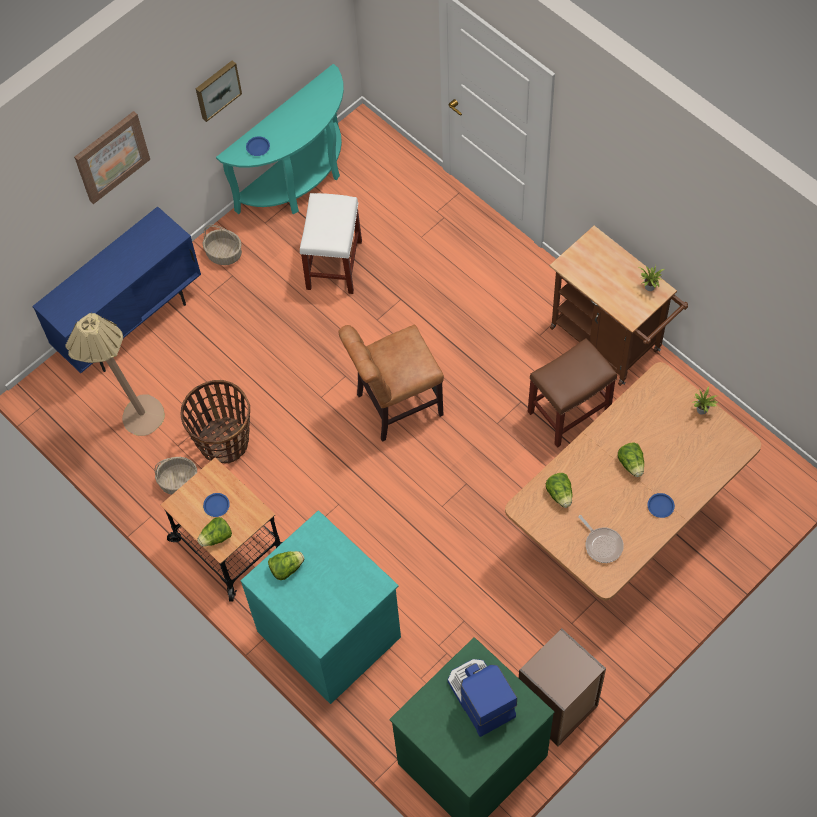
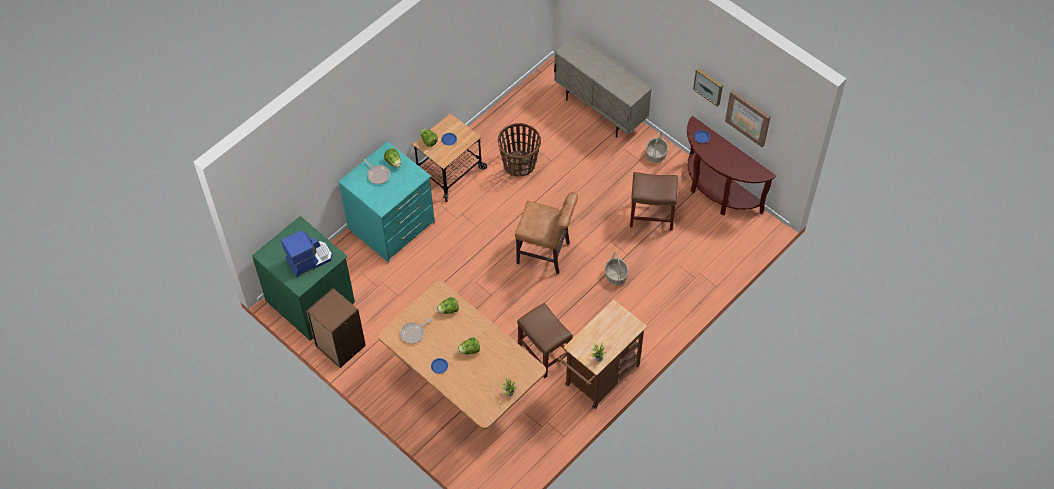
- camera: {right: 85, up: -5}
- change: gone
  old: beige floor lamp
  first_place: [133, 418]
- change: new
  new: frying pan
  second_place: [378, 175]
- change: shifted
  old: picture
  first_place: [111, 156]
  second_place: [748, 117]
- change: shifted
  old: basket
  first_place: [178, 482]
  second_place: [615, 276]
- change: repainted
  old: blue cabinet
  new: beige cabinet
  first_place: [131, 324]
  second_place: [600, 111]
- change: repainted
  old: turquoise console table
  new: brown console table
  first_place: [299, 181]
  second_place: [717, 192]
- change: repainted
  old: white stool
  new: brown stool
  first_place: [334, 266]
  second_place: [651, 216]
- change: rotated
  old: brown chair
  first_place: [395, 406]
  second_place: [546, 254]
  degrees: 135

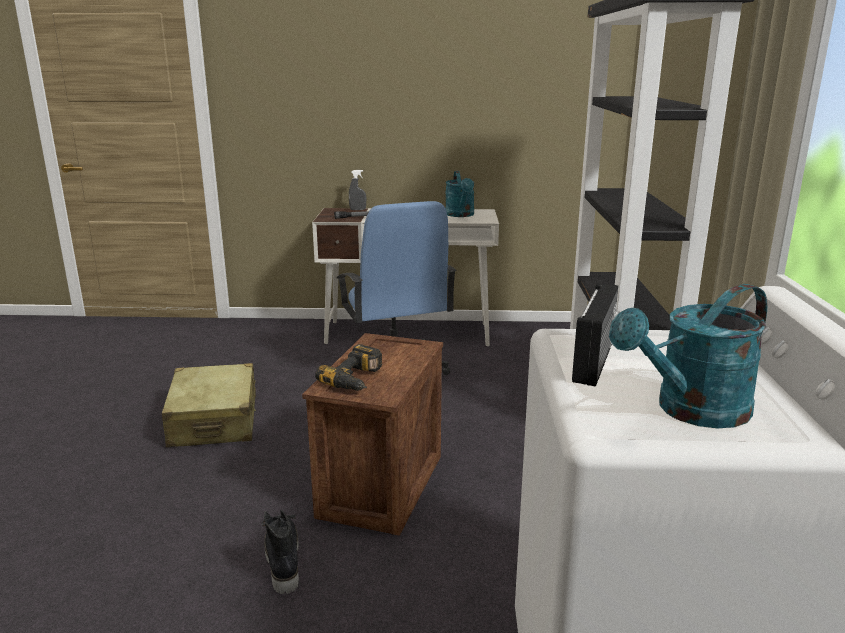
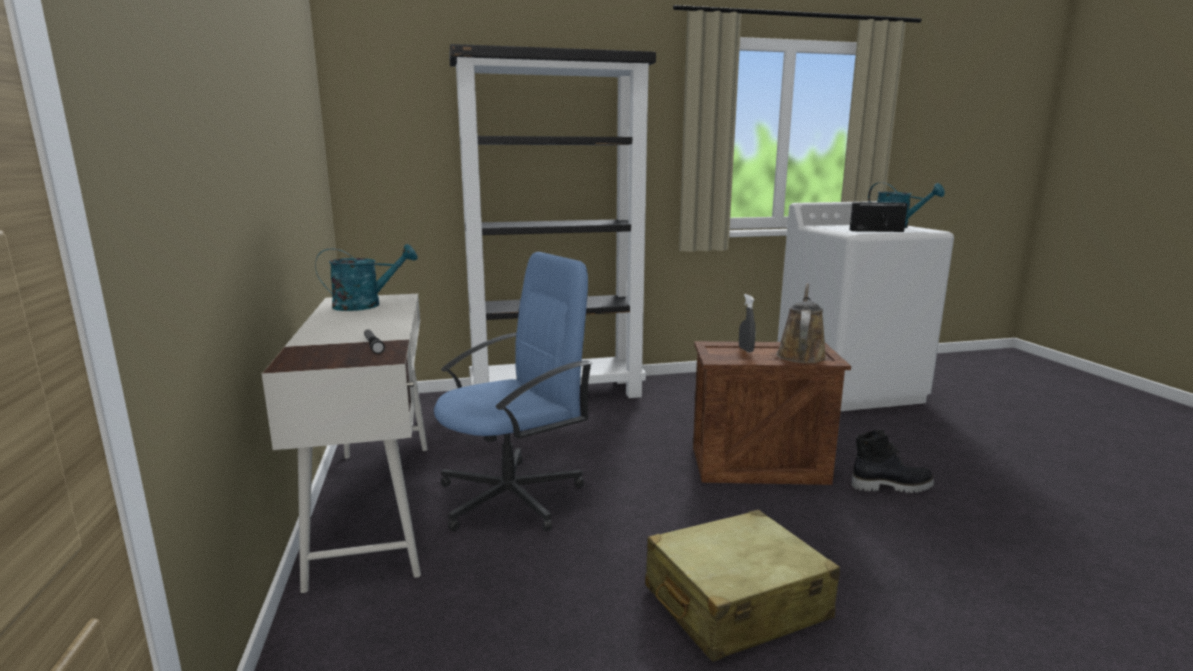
- camera: {right: -105, up: -5}
- change: shifted
  old: grey spray bottle
  first_place: [357, 209]
  second_place: [746, 350]
- change: swapped
  old: power drill
  new: brown watering can
  first_place: [357, 379]
  second_place: [801, 354]
- change: rotated
  old: black boot
  first_place: [282, 560]
  second_place: [890, 486]
  degrees: -150

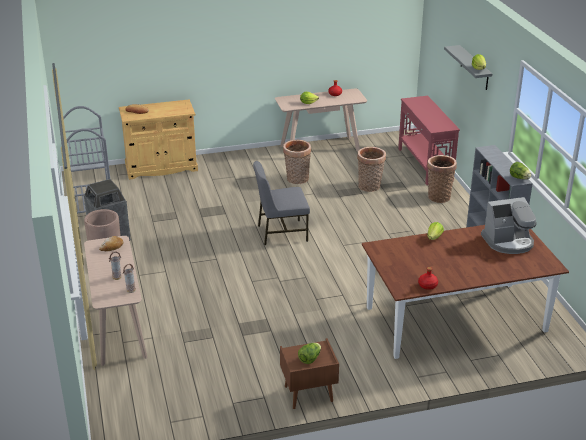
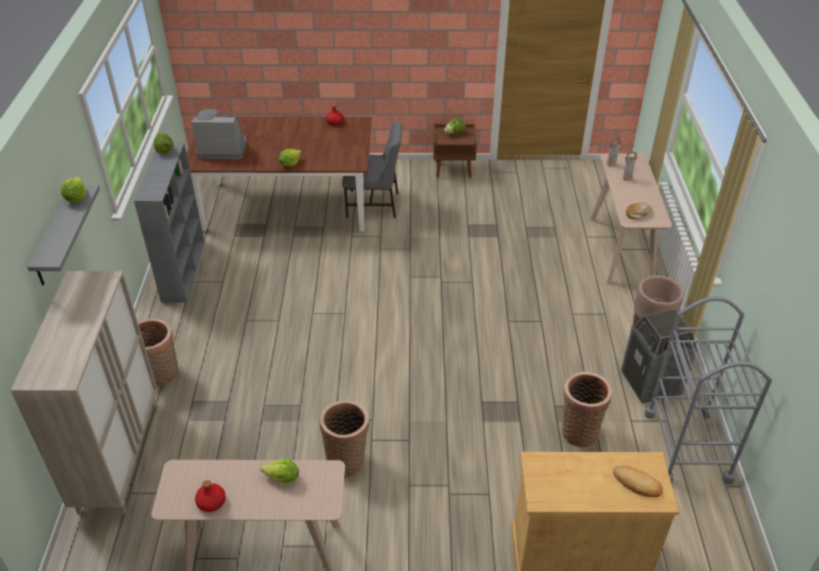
- camera: {right: -165, up: 10}
- change: shifted
  old: grey chair
  first_place: [281, 233]
  second_place: [374, 204]
- change: shifted
  old: basket
  first_place: [370, 187]
  second_place: [579, 430]
- change: swapped
  old: red console table
  new: beige cabinet
  first_place: [424, 165]
  second_place: [119, 455]

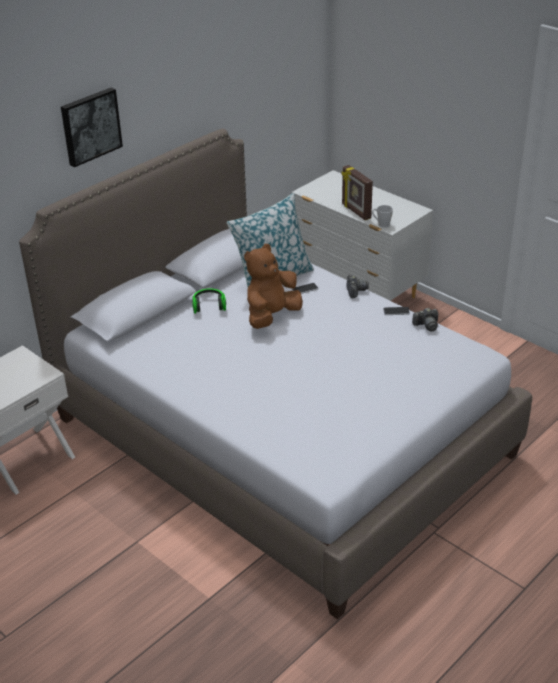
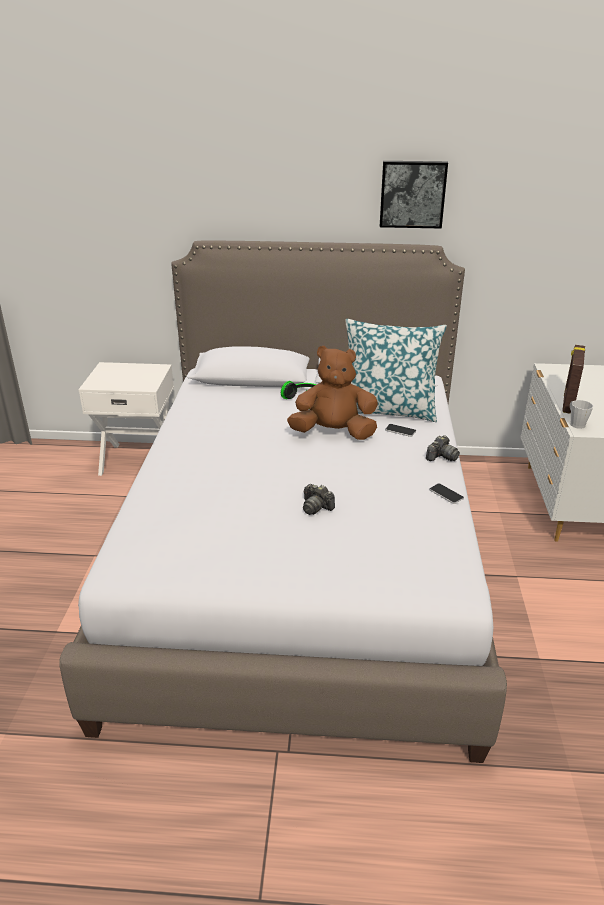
- camera: {right: 50, up: -5}
- change: shifted
  old: picture
  first_place: [90, 126]
  second_place: [412, 194]
- change: shifted
  old: photo camera
  first_place: [426, 325]
  second_place: [316, 507]

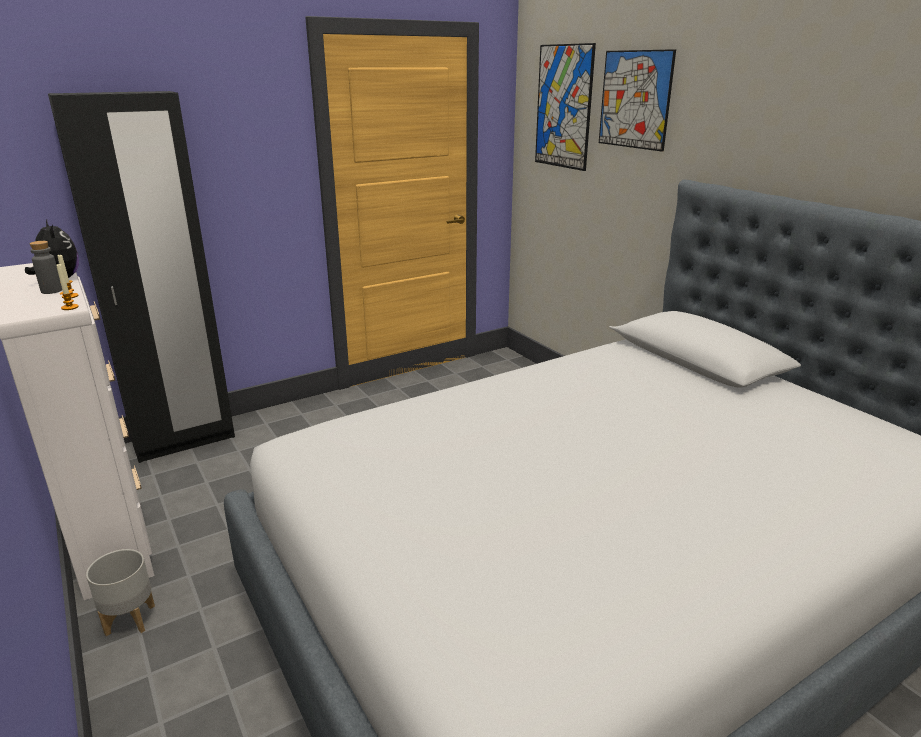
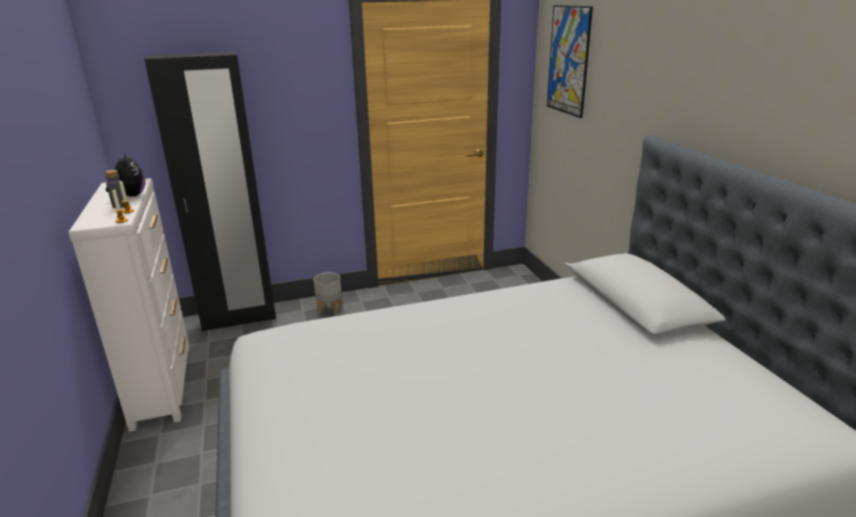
- camera: {right: 15, up: 0}
- change: gone
  old: picture
  first_place: [635, 99]
- change: shifted
  old: grey planter
  first_place: [131, 620]
  second_place: [330, 309]

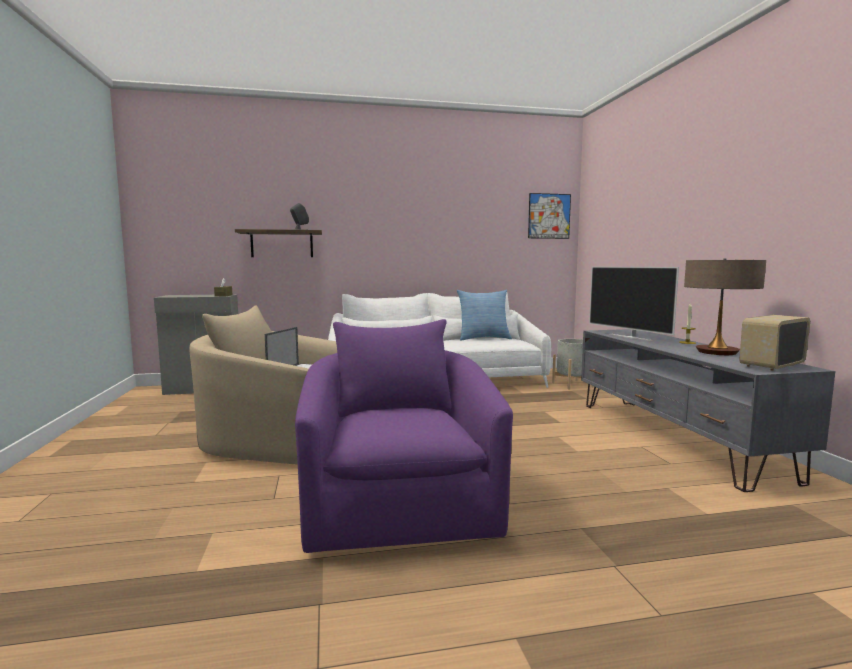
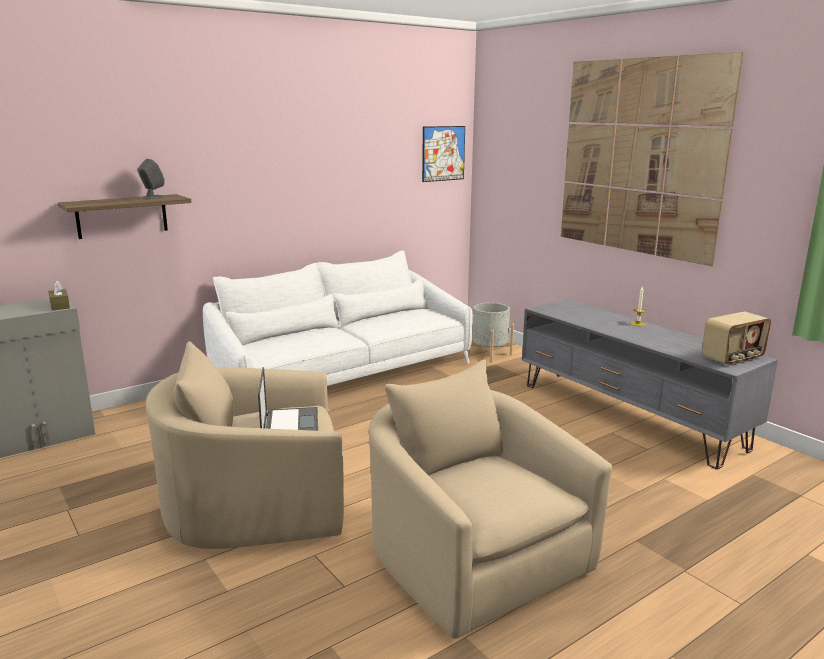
- camera: {right: -25, up: 10}
- change: gone
  old: pillow
  first_place: [483, 338]
- change: gone
  old: television
  first_place: [630, 337]
- change: gone
  old: table lamp
  first_place: [717, 352]
- change: new
  new: picture
  second_place: [640, 157]
- change: repainted
  old: purple armchair
  new: beige armchair
  first_place: [399, 504]
  second_place: [472, 557]
- change: rotated
  old: radio
  first_place: [771, 366]
  second_place: [733, 359]
  degrees: -150

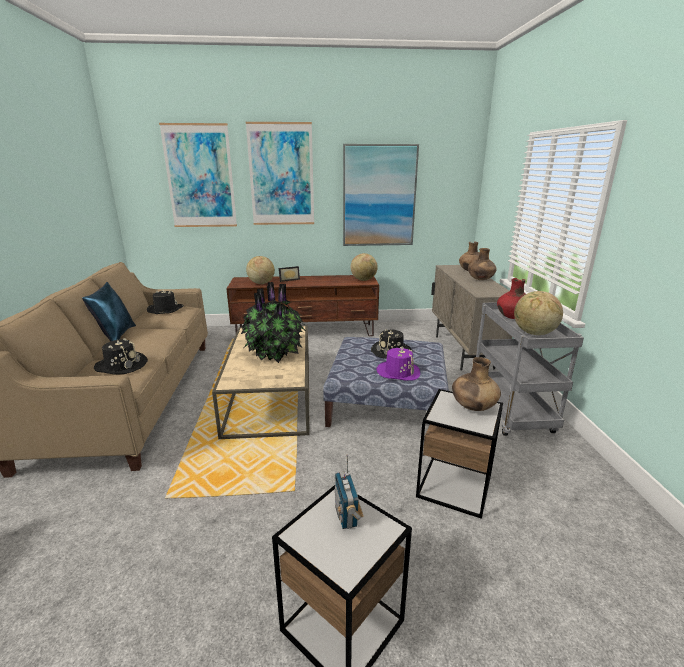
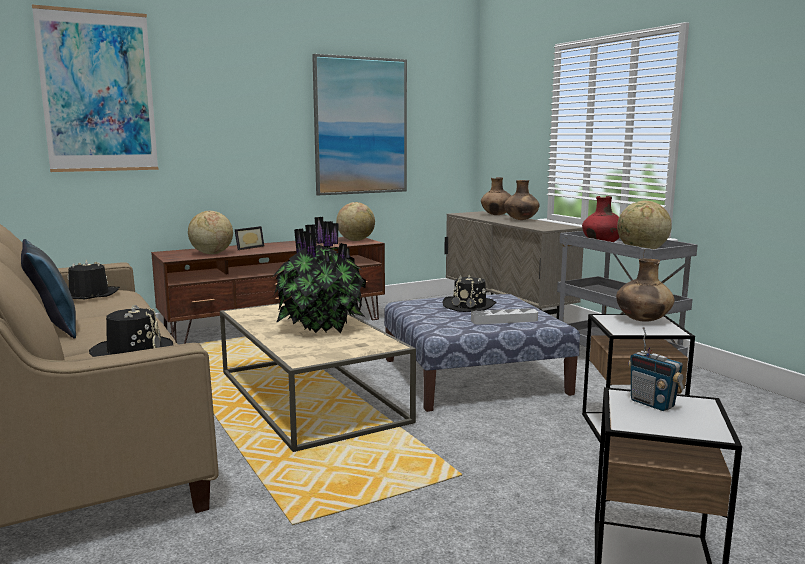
- camera: {right: -25, up: -10}
- change: gone
  old: picture
  first_place: [281, 175]
- change: swapped
  old: purple hat
  new: grey tray
  first_place: [398, 372]
  second_place: [504, 320]

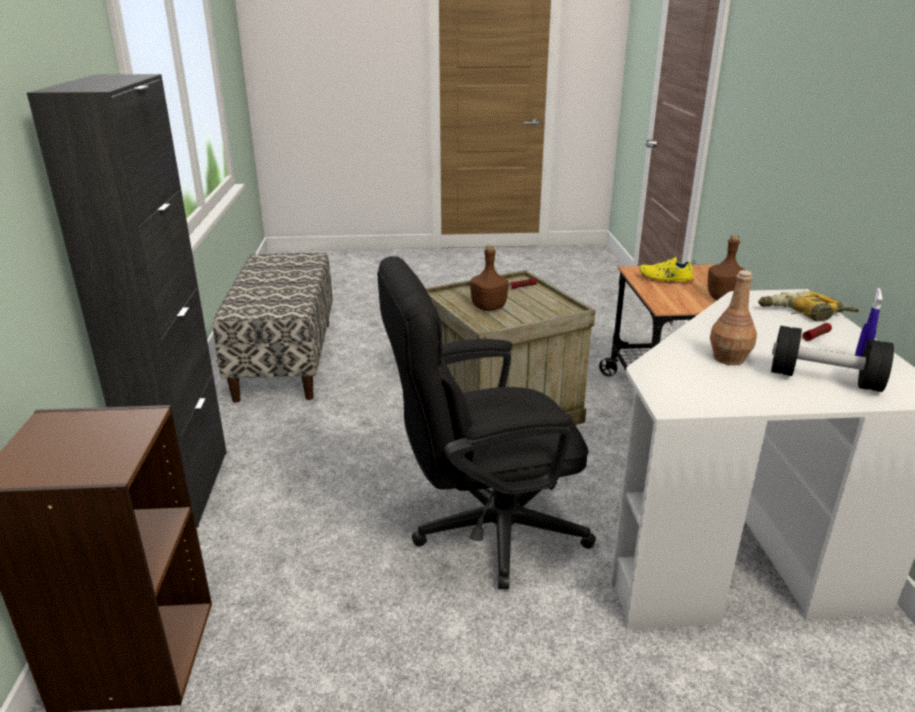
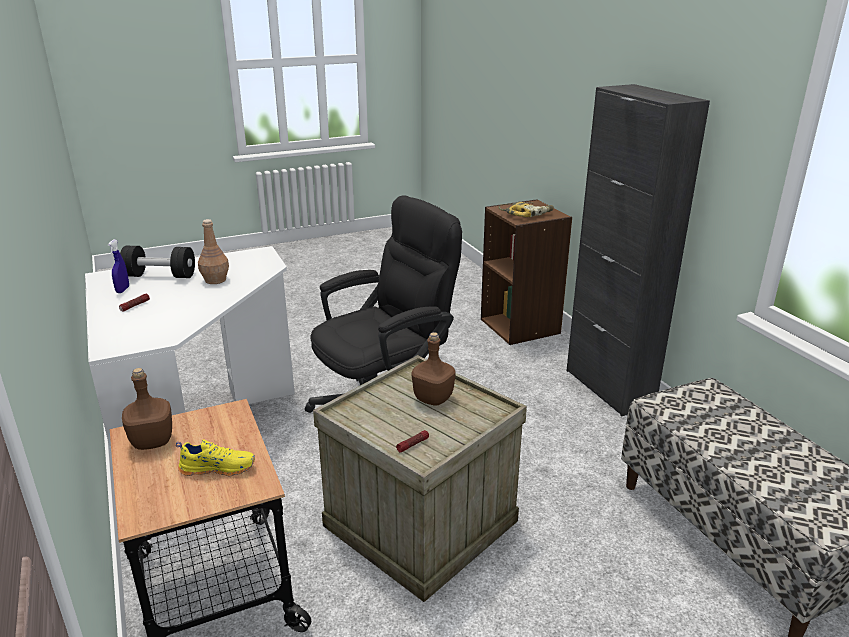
- camera: {right: 160, up: 0}
- change: shifted
  old: power drill
  first_place: [803, 314]
  second_place: [526, 214]

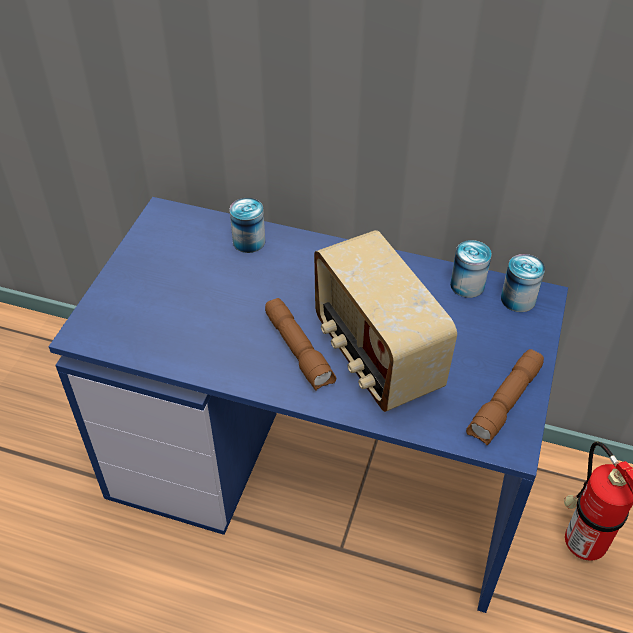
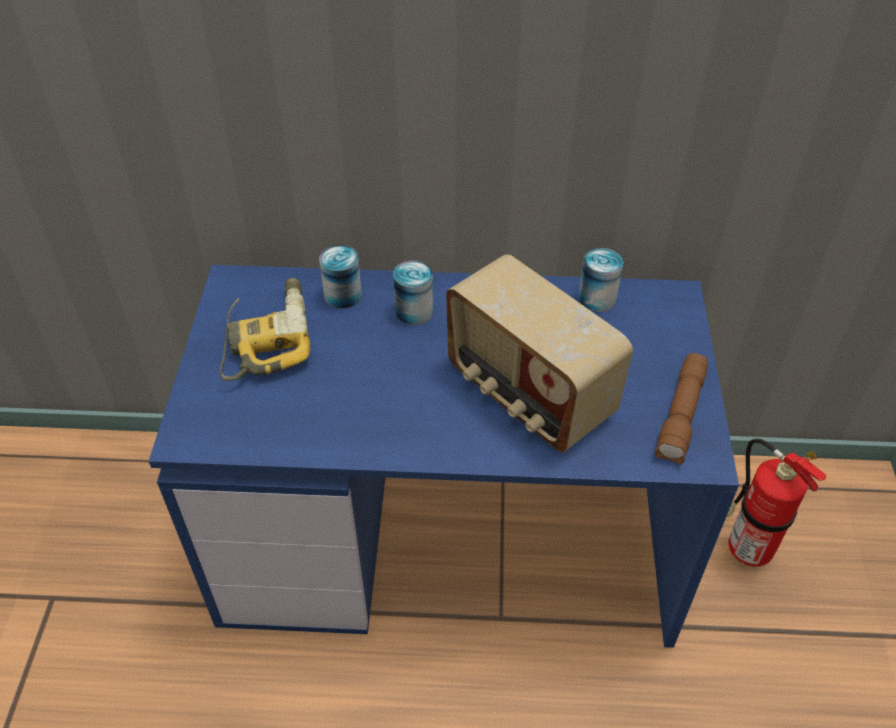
- camera: {right: -15, up: 0}
- change: gone
  old: brown flashlight
  first_place: [299, 350]
- change: new
  new: power drill
  second_place: [267, 337]
- change: shifted
  old: can
  first_place: [518, 299]
  second_place: [414, 311]

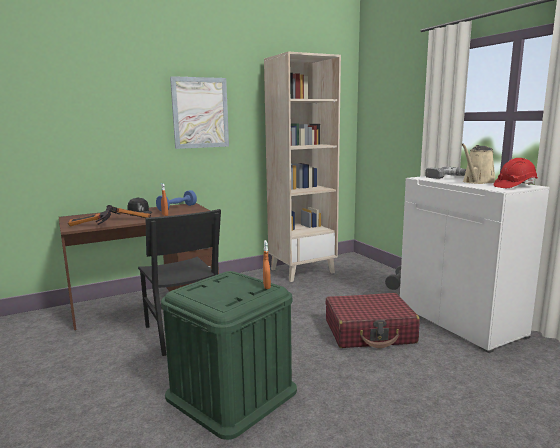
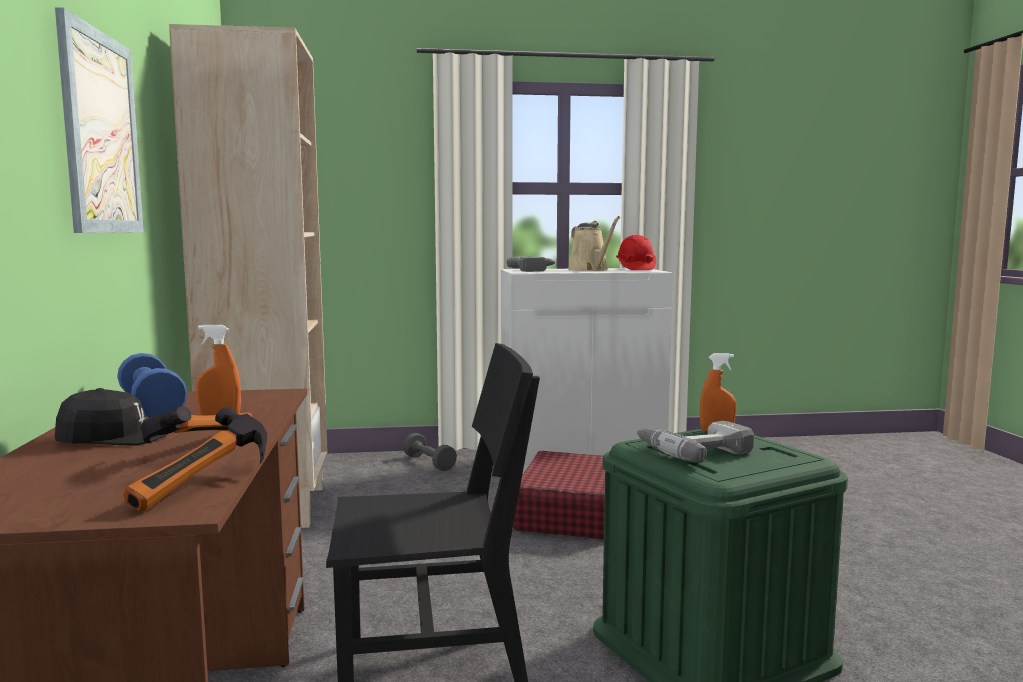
- camera: {right: -70, up: -5}
- change: new
  new: power drill
  second_place: [693, 450]

